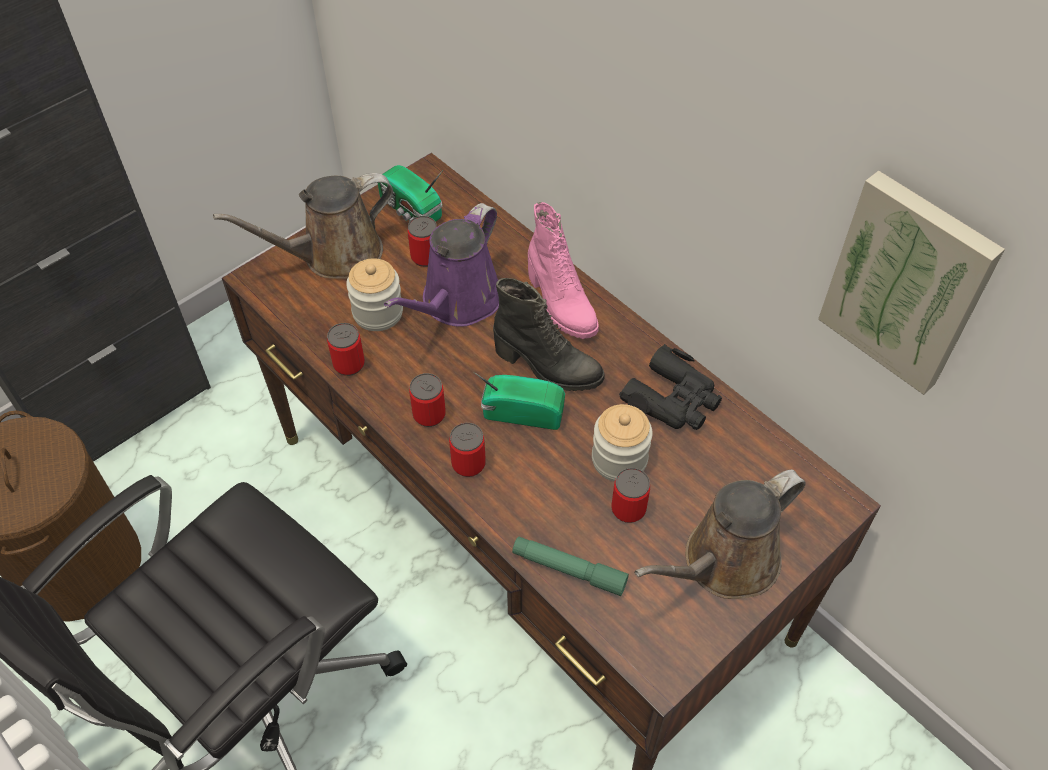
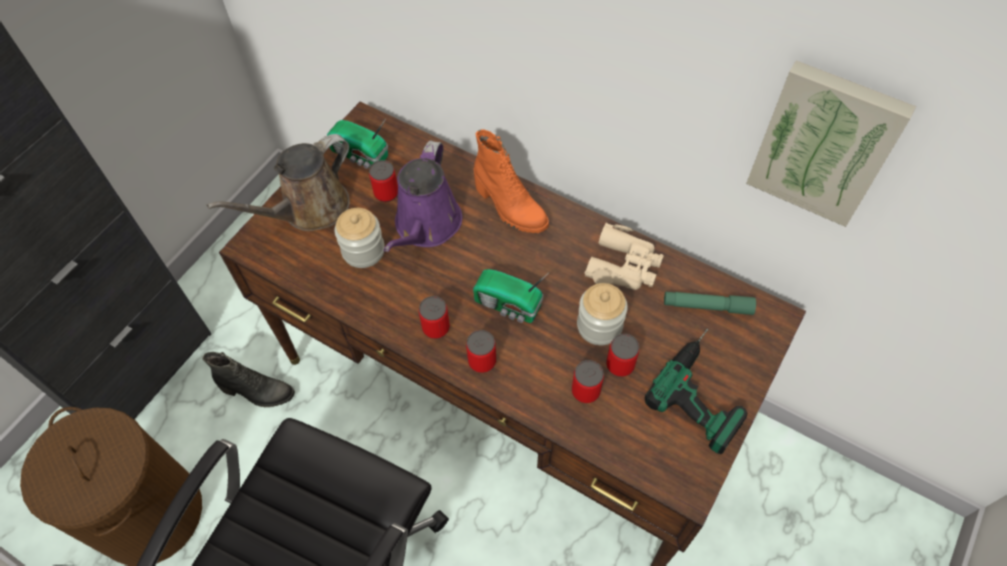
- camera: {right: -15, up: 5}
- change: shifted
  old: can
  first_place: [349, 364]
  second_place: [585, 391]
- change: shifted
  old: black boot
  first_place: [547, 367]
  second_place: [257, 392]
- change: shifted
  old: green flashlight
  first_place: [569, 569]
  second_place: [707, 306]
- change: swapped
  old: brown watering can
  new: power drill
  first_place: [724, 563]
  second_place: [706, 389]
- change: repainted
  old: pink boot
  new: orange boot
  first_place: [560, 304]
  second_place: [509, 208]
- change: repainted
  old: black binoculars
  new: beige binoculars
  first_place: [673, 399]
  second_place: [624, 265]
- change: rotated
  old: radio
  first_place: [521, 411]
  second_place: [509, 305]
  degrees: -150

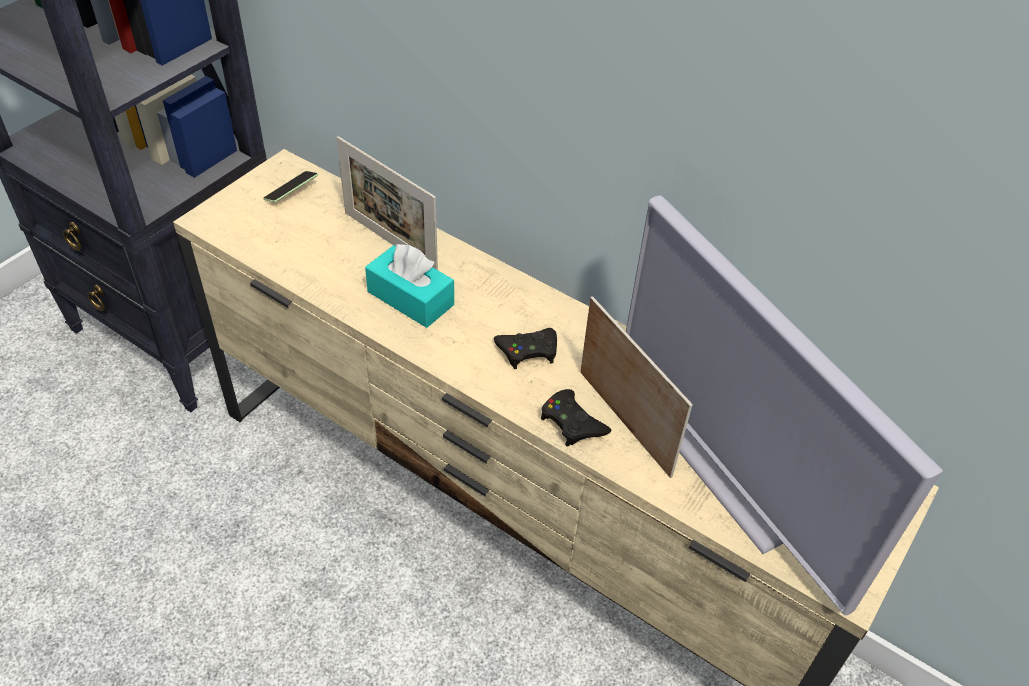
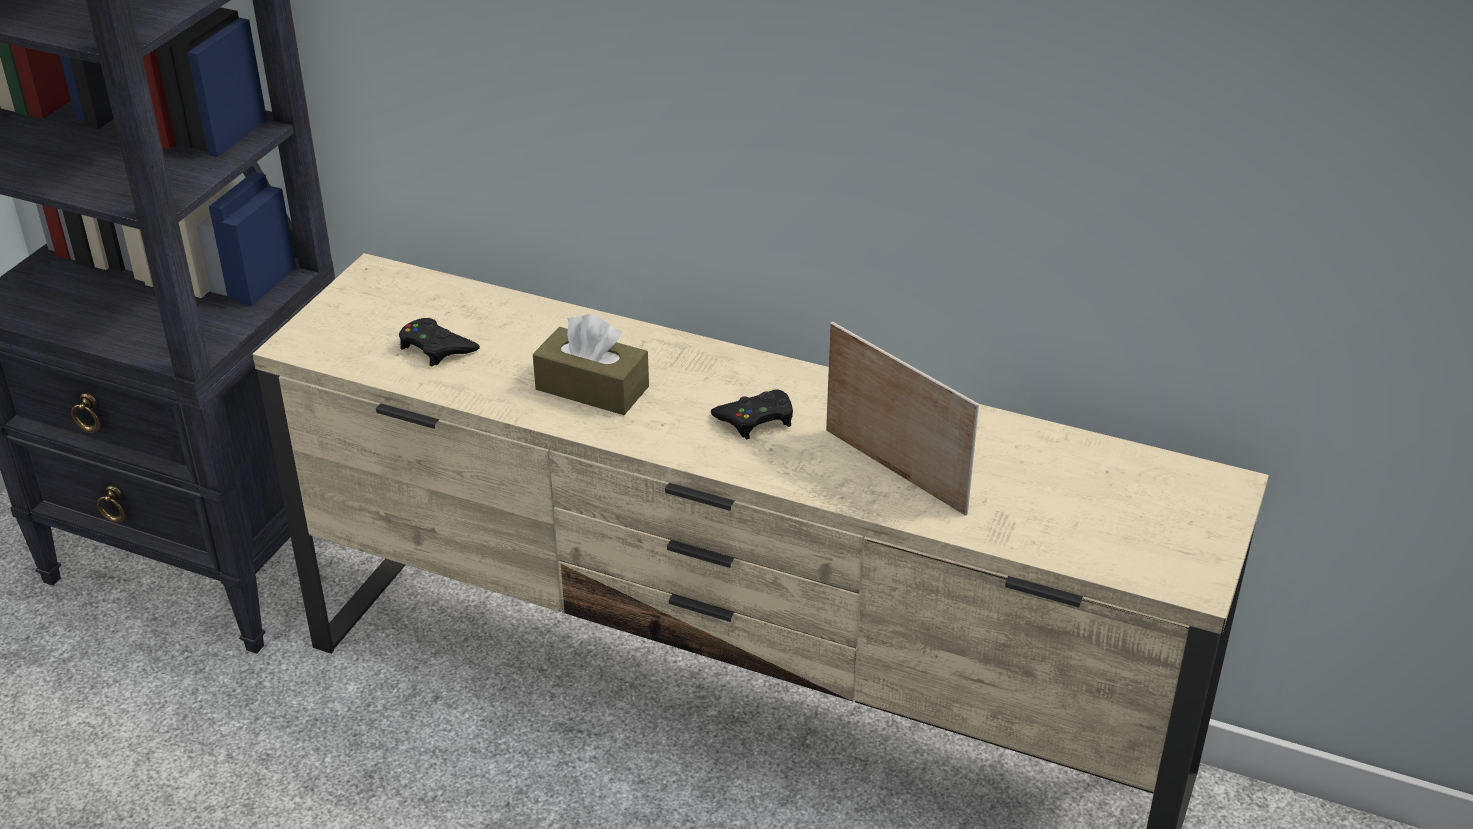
- camera: {right: -10, up: -10}
- change: gone
  old: phone
  first_place: [292, 193]
- change: gone
  old: picture frame
  first_place: [390, 242]
- change: gone
  old: television
  first_place: [732, 474]
- change: shifted
  old: black game controller
  first_place: [572, 422]
  second_place: [436, 348]
- change: repainted
  old: turquoise tissue box
  new: brown tissue box
  first_place: [410, 298]
  second_place: [592, 388]

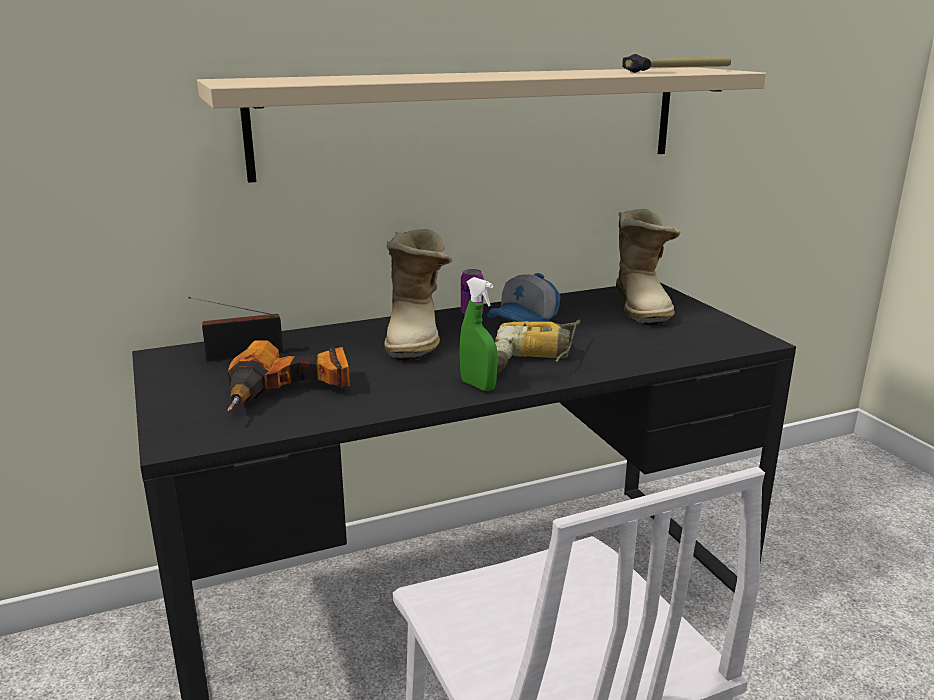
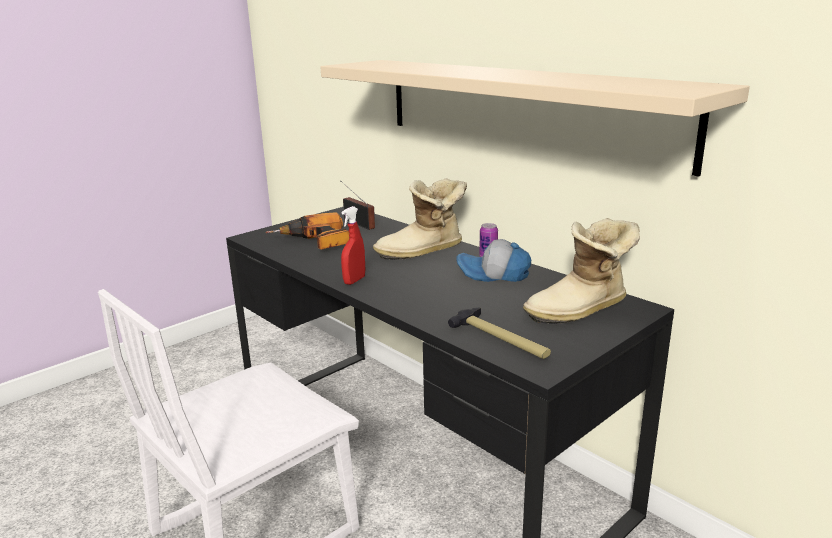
- camera: {right: 70, up: 0}
- change: gone
  old: power drill
  first_place: [534, 357]
- change: shifted
  old: hammer
  first_place: [677, 71]
  second_place: [501, 340]
- change: repainted
  old: green spray bottle
  new: red spray bottle
  first_place: [478, 385]
  second_place: [354, 280]

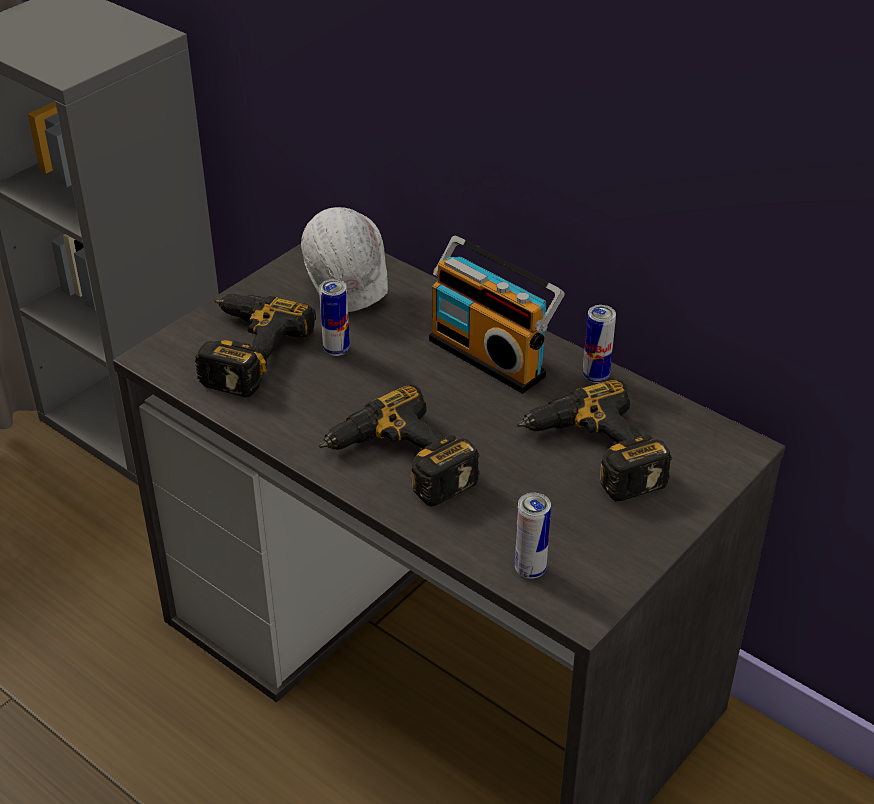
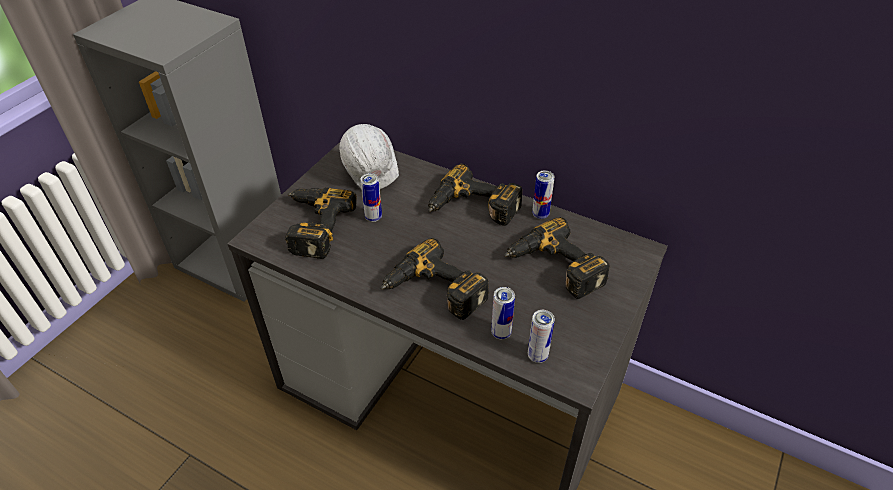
- camera: {right: -10, up: 5}
- change: new
  new: can
  second_place: [501, 333]
- change: swapped
  old: radio
  new: power drill
  first_place: [491, 355]
  second_place: [472, 209]

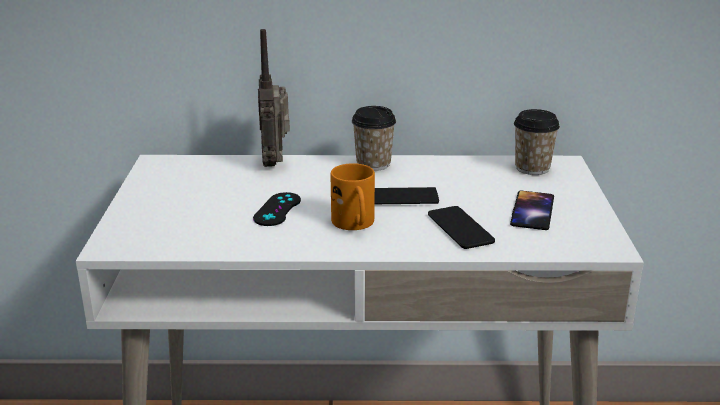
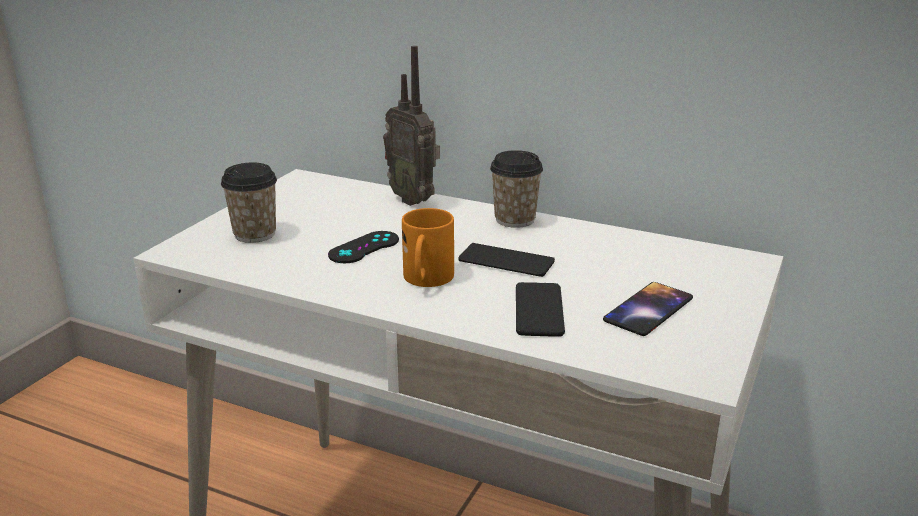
- camera: {right: 25, up: 0}
- change: shifted
  old: cup
  first_place: [532, 168]
  second_place: [255, 234]
- change: rotated
  old: radio
  first_place: [276, 162]
  second_place: [414, 199]
  degrees: -60

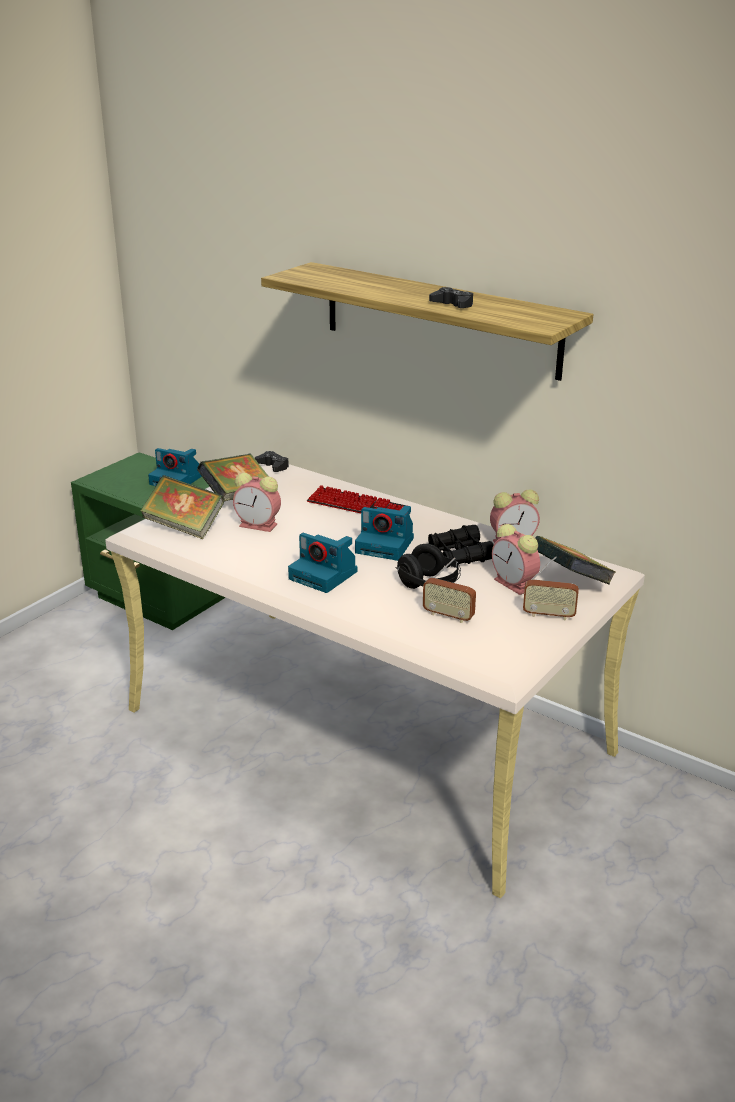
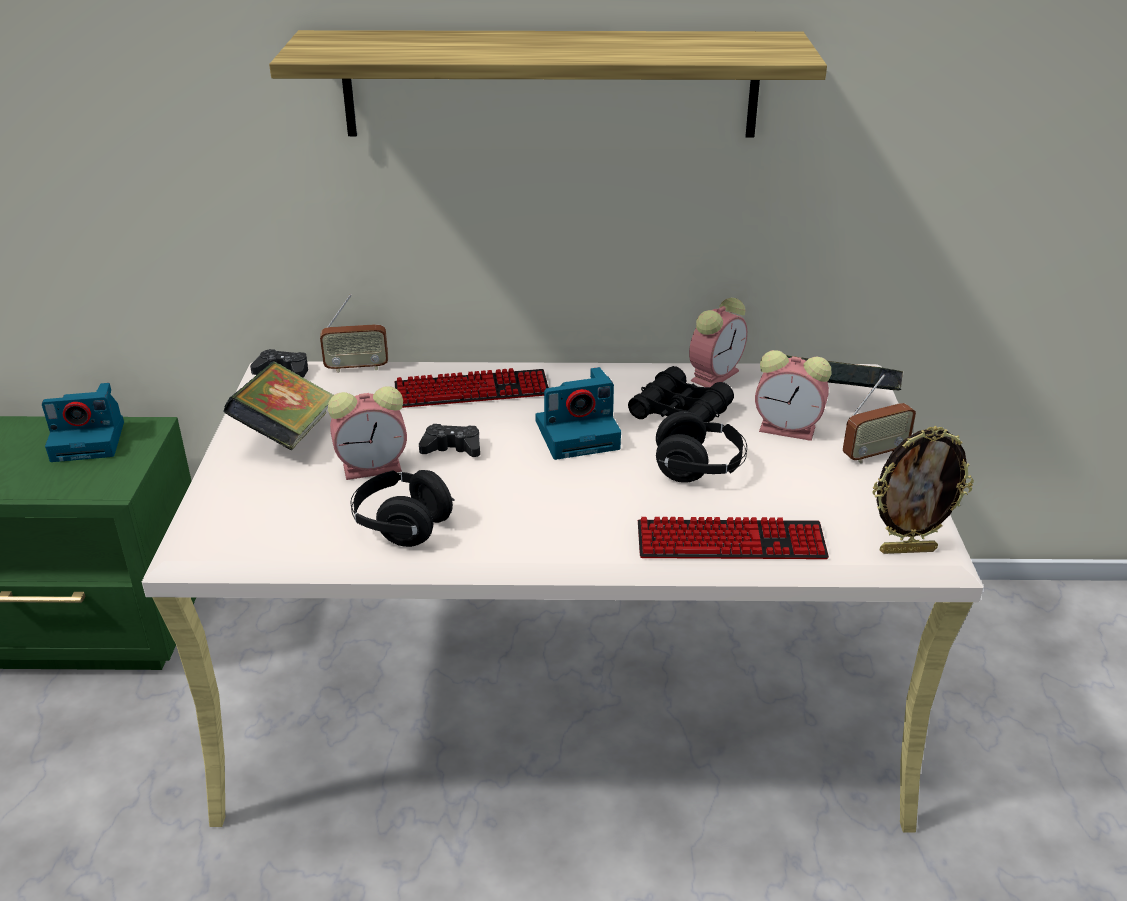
- camera: {right: -35, up: 5}
- change: gone
  old: book
  first_place: [184, 527]
- change: gone
  old: photo camera
  first_place: [325, 575]
- change: new
  new: black headphones
  second_place: [402, 525]
- change: new
  new: keyboard
  second_place: [730, 543]
- change: new
  new: picture frame
  second_place: [907, 550]
- change: shifted
  old: radio
  first_place: [448, 616]
  second_place: [357, 367]
- change: shifted
  old: black game controller
  first_place: [452, 304]
  second_place: [452, 448]

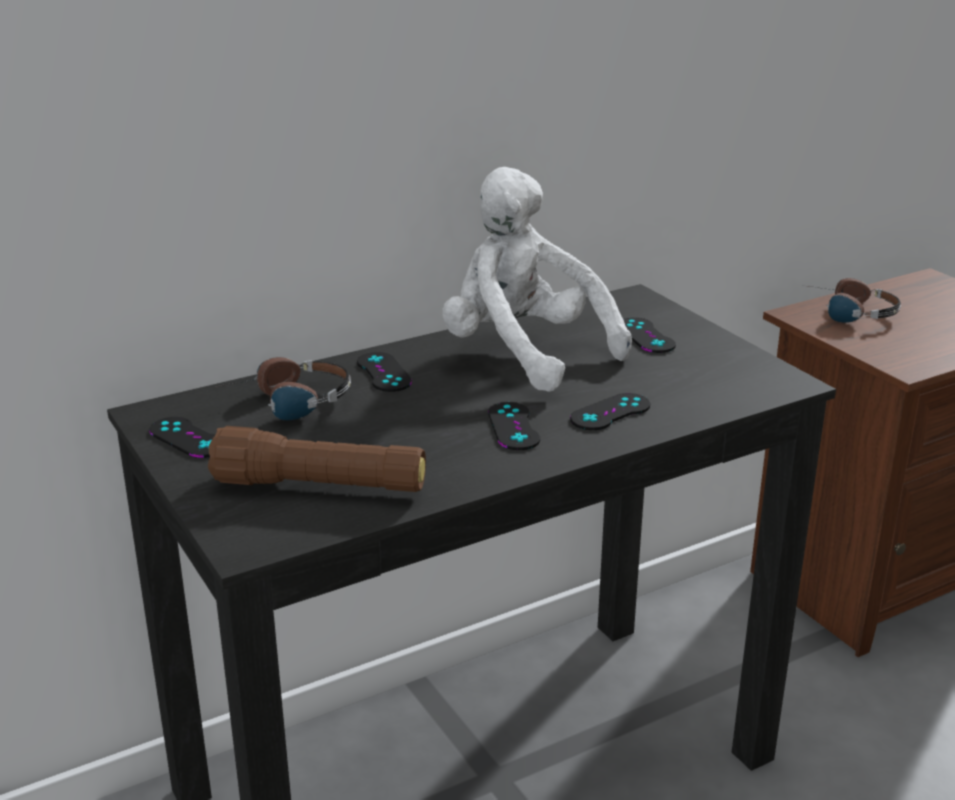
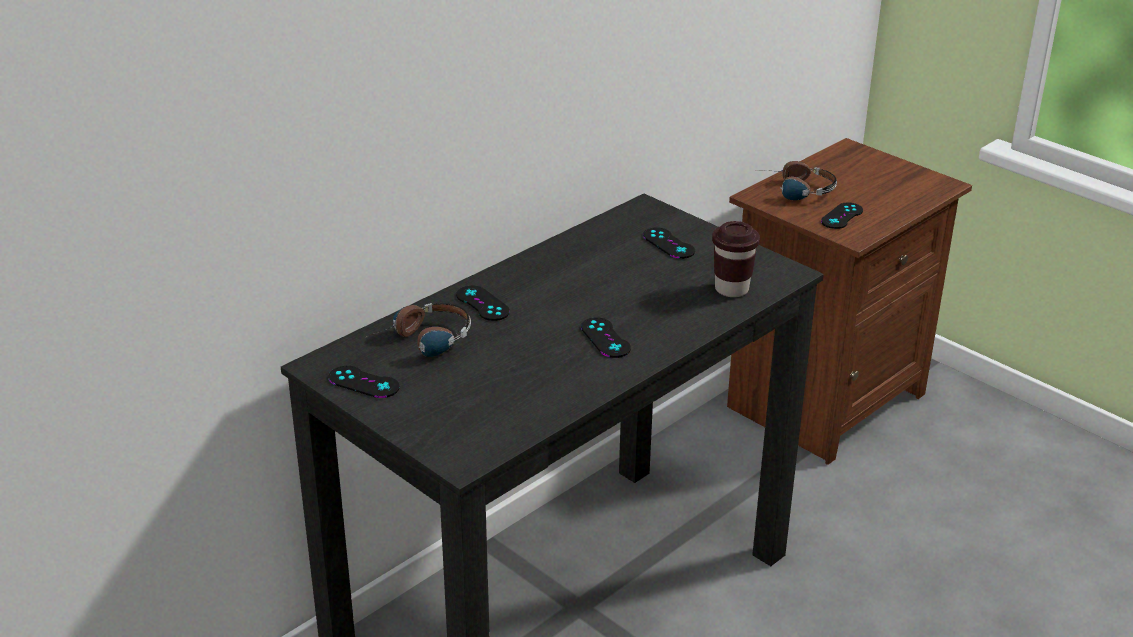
- camera: {right: -15, up: 5}
- change: gone
  old: brown flashlight
  first_place: [320, 486]
- change: gone
  old: white plush toy
  first_place: [524, 354]
- change: new
  new: brown cup
  second_place: [731, 289]
- change: shifted
  old: black game controller
  first_place: [610, 412]
  second_place: [842, 216]

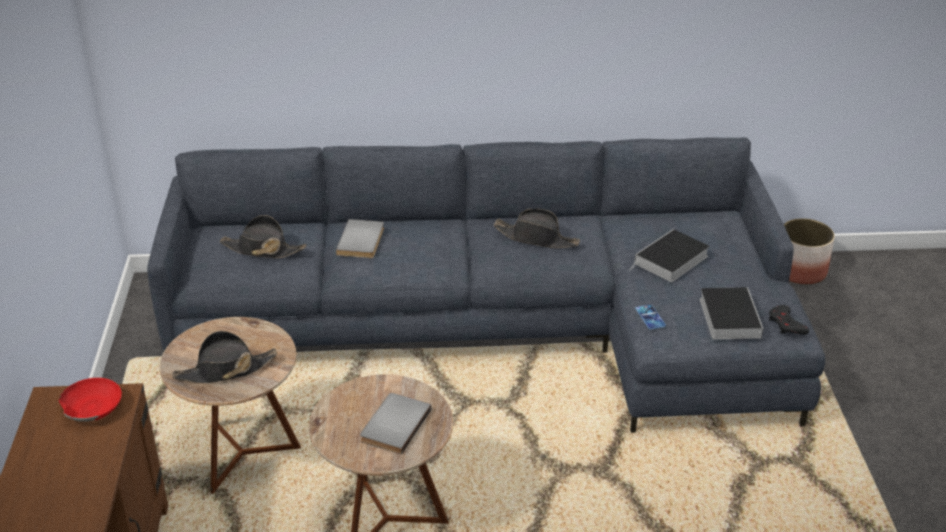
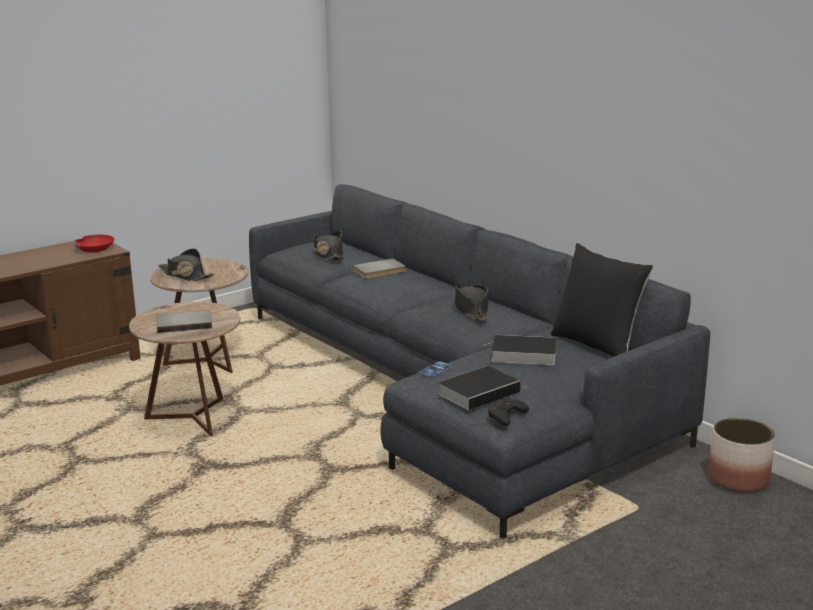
- camera: {right: 55, up: -15}
- change: new
  new: black pillow
  second_place: [597, 345]

